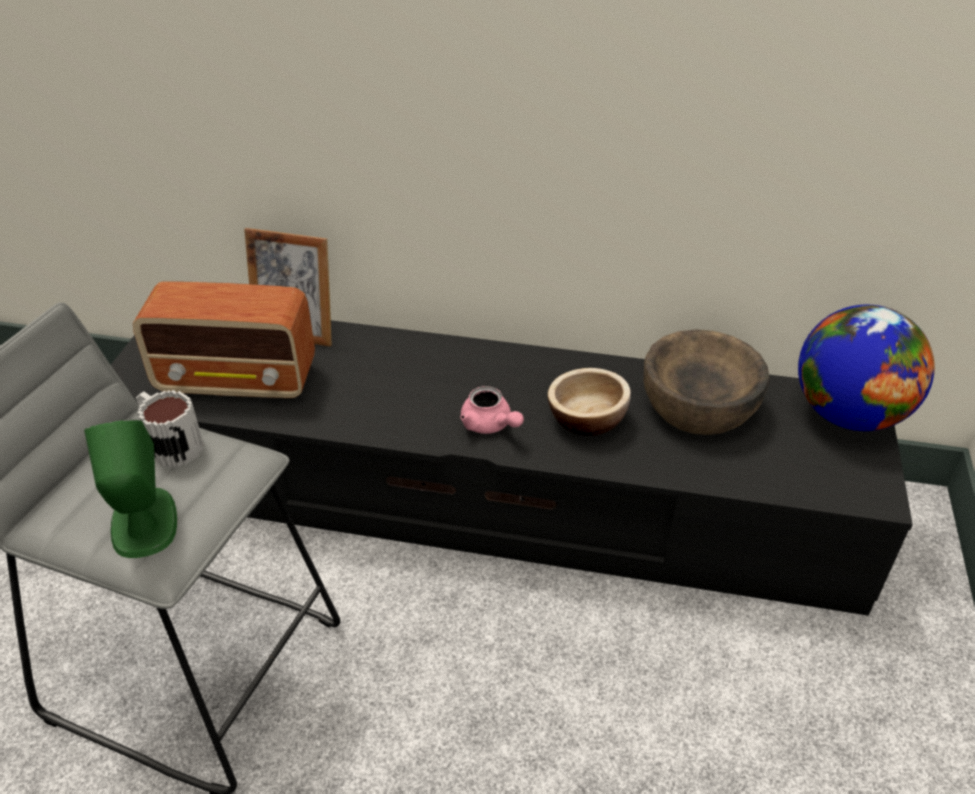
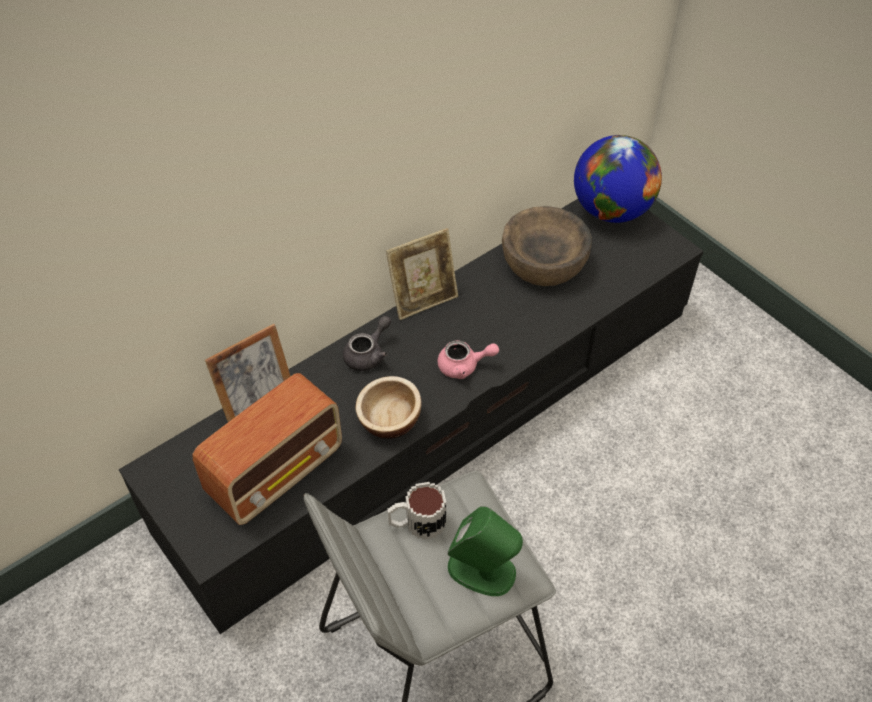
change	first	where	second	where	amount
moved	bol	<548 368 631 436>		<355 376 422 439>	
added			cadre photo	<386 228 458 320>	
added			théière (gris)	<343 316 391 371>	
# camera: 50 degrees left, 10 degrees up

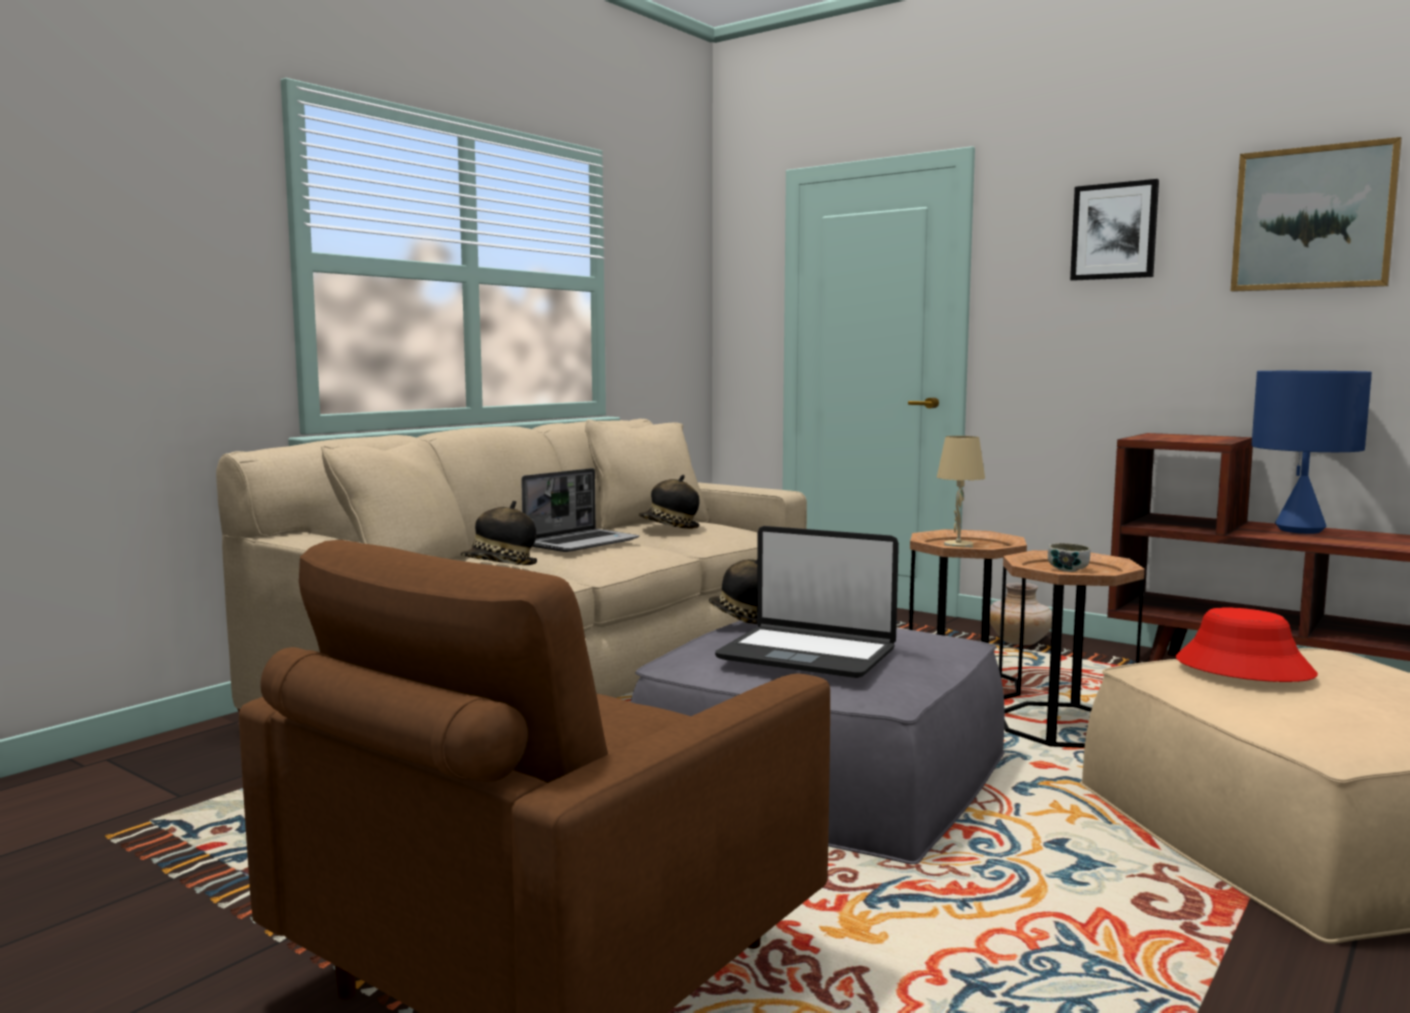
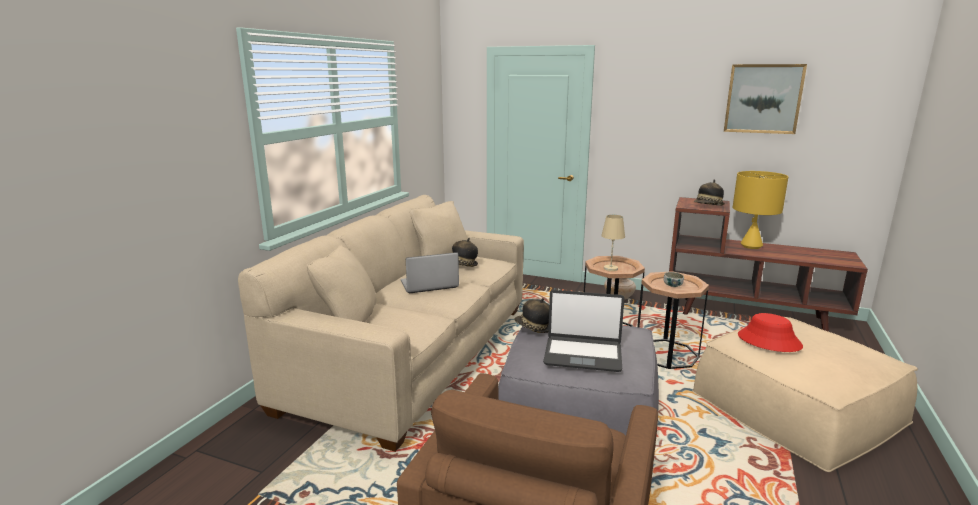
change	first	where	second	where	amount
removed	tableau	<1070 179 1159 281>			
recoloured	lampe de table (bleu)	<1251 371 1372 534>	lampe de table (jaune)	<733 171 788 249>	
turned	ordinateur portable	<521 468 639 552>		<401 252 459 293>	135 degrees counterclockwise
moved	chapeau	<461 501 537 565>		<694 180 725 206>	
# camera: 15 degrees left, 10 degrees up

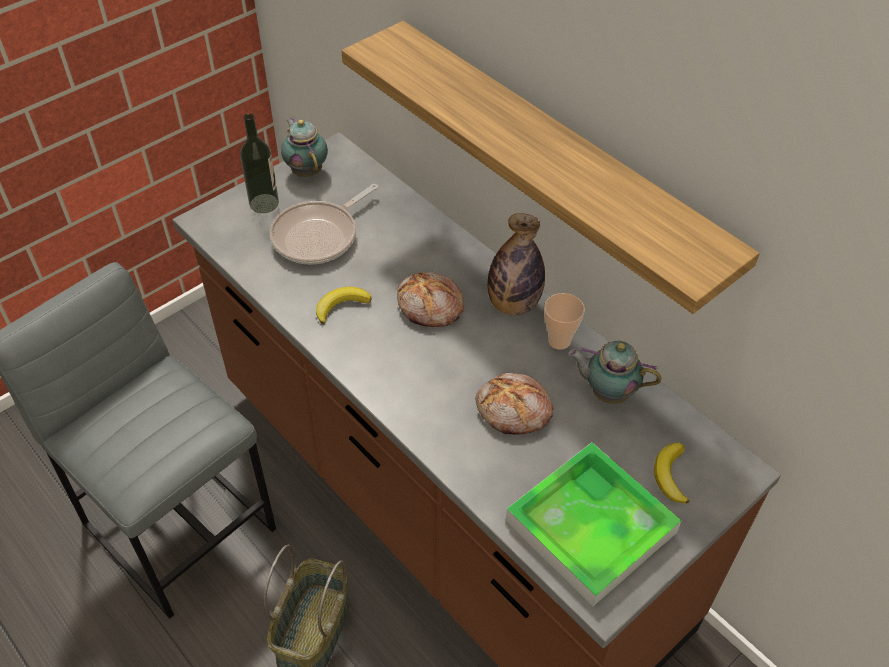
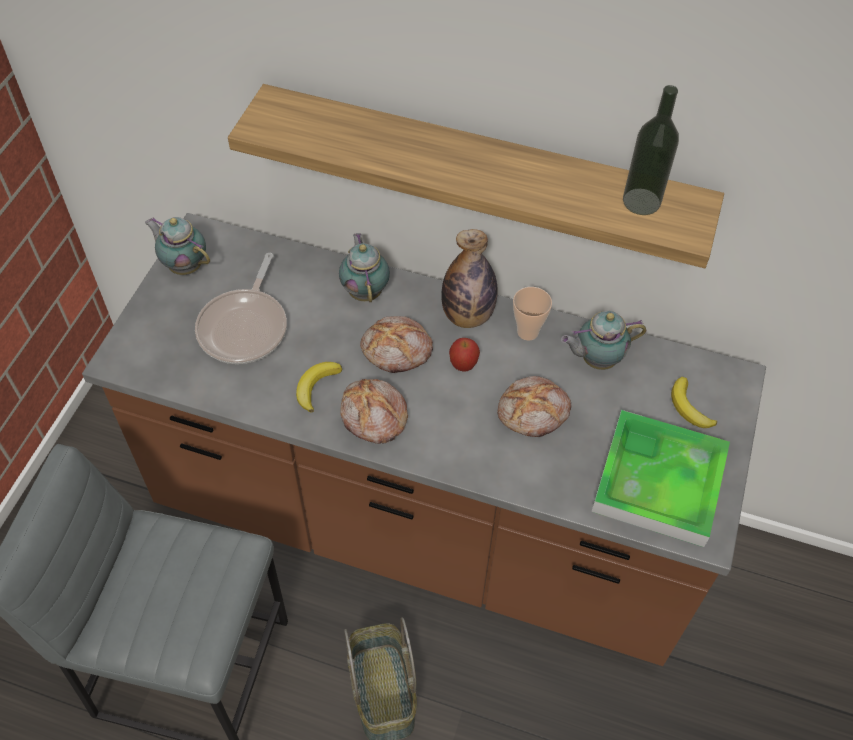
change	first	where	second	where	amount
moved	bouteille	<240 113 279 213>		<623 85 679 215>	
added			théière	<339 233 390 302>	
added			pomme	<449 338 480 372>	
added			pain	<340 379 408 444>	
# camera: 30 degrees left, 5 degrees up

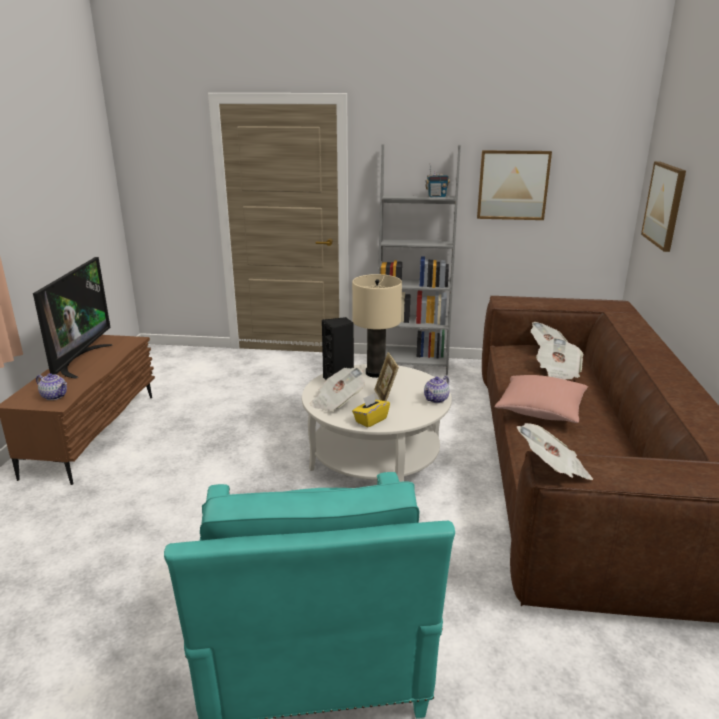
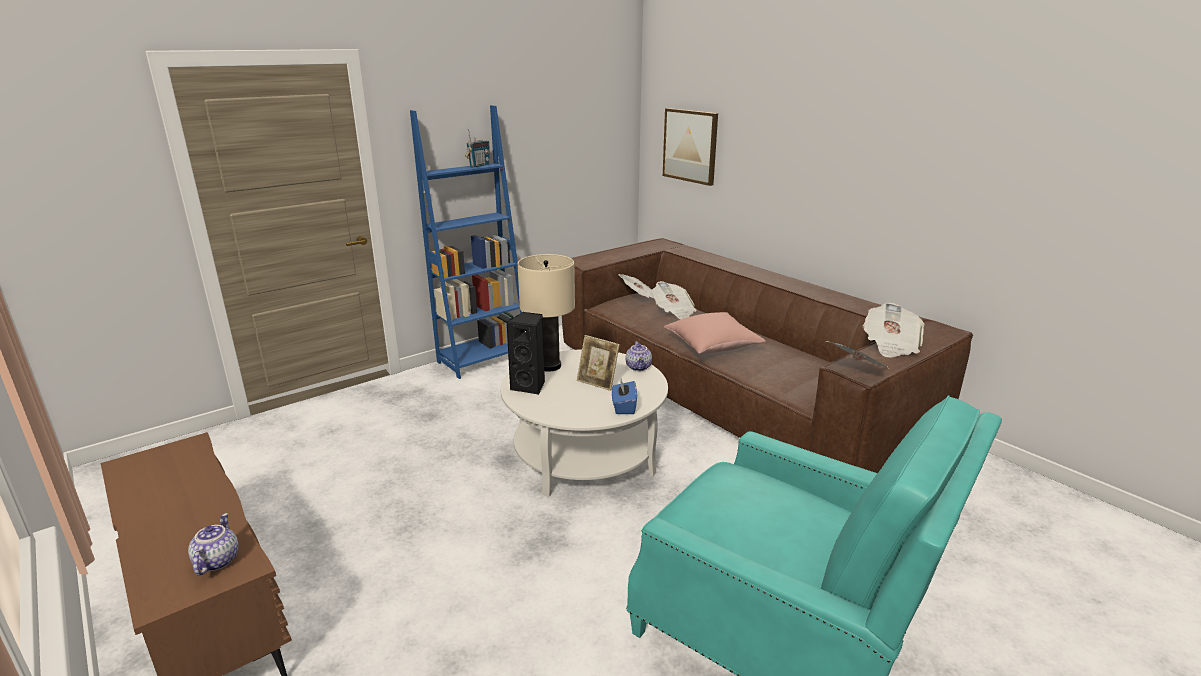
change	first	where	second	where	amount
recoloured	bibliothèque (gris)	<378 144 461 375>	bibliothèque (bleu)	<410 105 522 379>	
removed	tableau	<477 150 552 220>			
removed	téléviseur	<33 257 112 379>			
moved	journal	<310 367 365 412>		<863 303 924 358>	
turned	théière	<36 373 67 400>		<188 513 239 575>	75 degrees counterclockwise
recoloured	boîte à mouchoirs (jaune)	<352 394 390 428>	boîte à mouchoirs (bleu)	<612 379 637 414>	
# camera: 45 degrees left, 0 degrees up

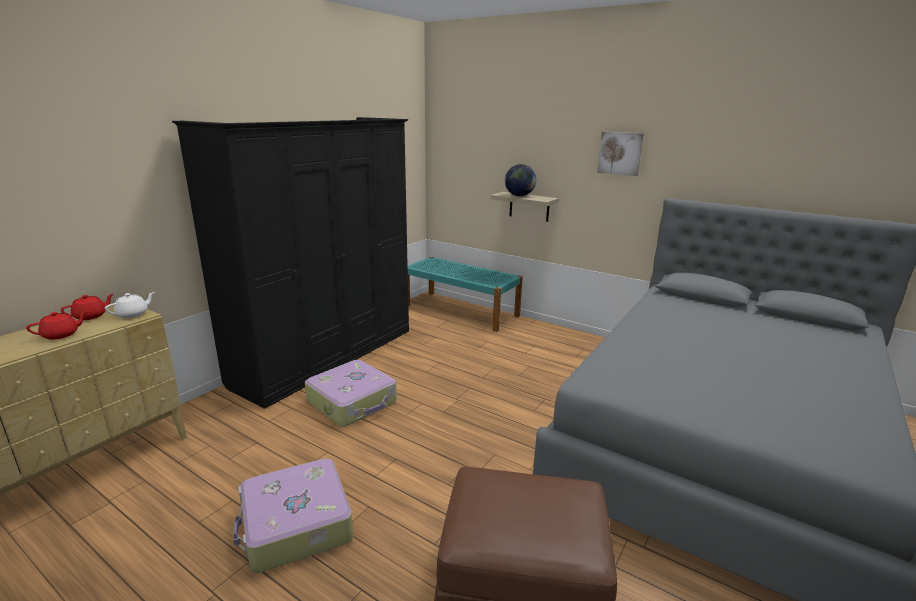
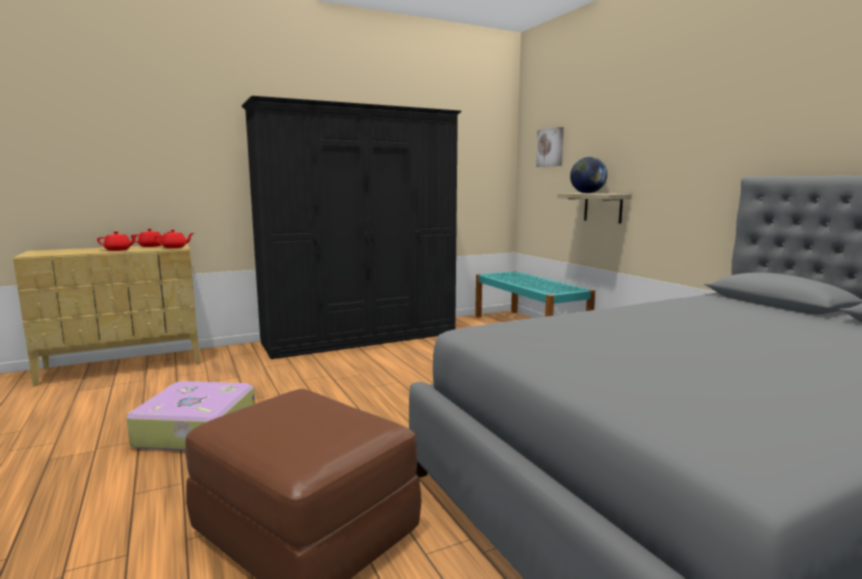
change	first	where	second	where	amount
moved	tableau	<597 132 644 176>		<536 127 564 167>	
recoloured	théière (blanc)	<105 292 155 318>	théière (rouge)	<154 230 194 248>	
removed	valise	<305 360 397 426>			
# camera: 30 degrees right, 10 degrees down

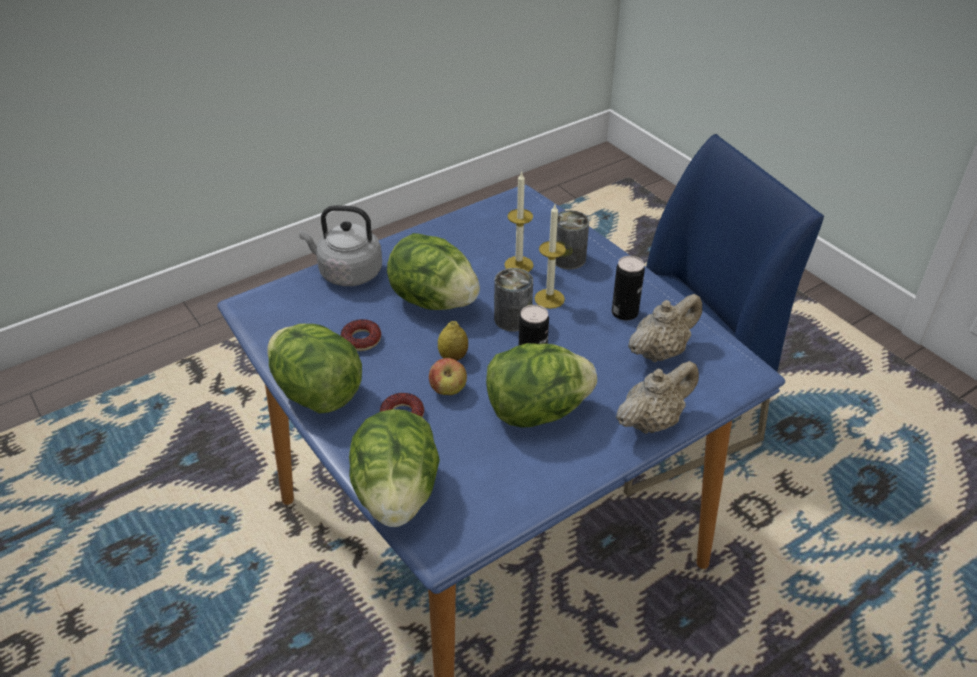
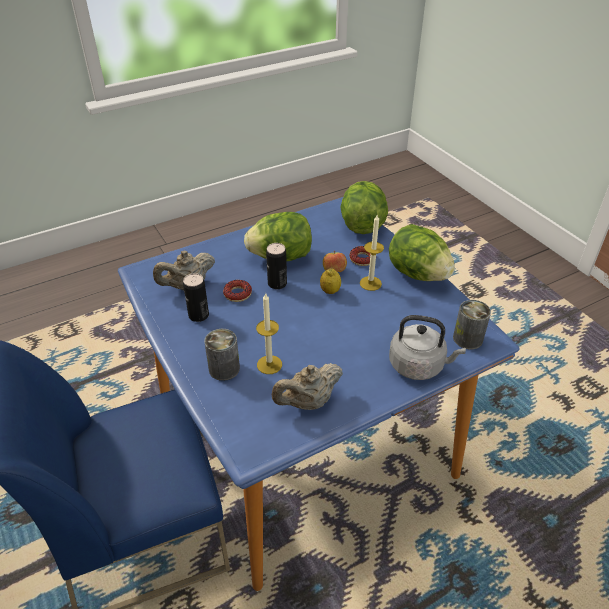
change	first	where	second	where	amount
moved	bougie	<534 205 566 309>		<360 215 384 291>	
removed	laitue	<387 233 480 310>			
moved	boîte métallique	<494 268 533 332>		<453 300 491 349>	
moved	beignet	<341 319 381 351>		<223 280 252 302>	
moved	théière (beige)	<616 361 699 434>		<272 363 343 410>	
# camera: 175 degrees left, 0 degrees up

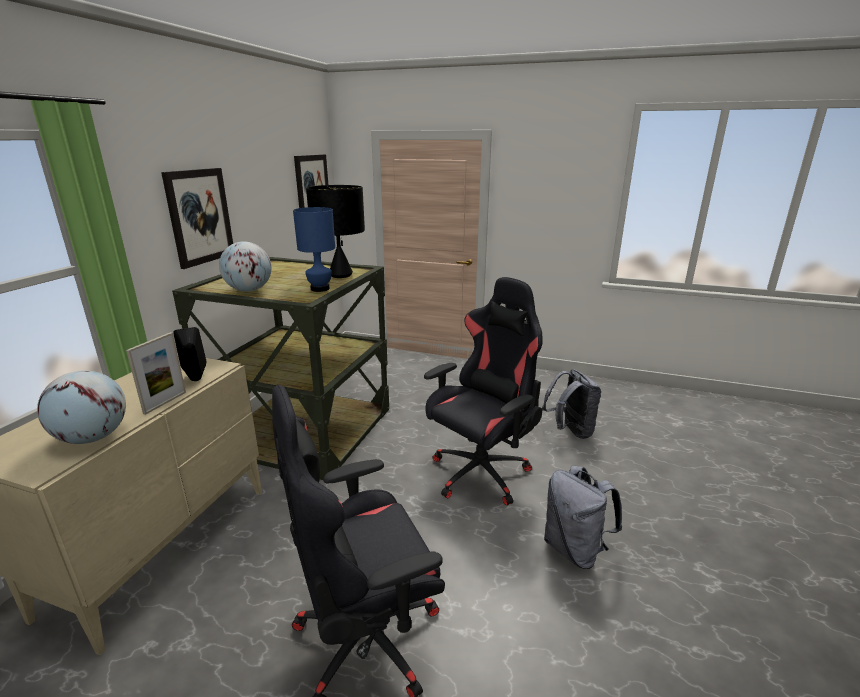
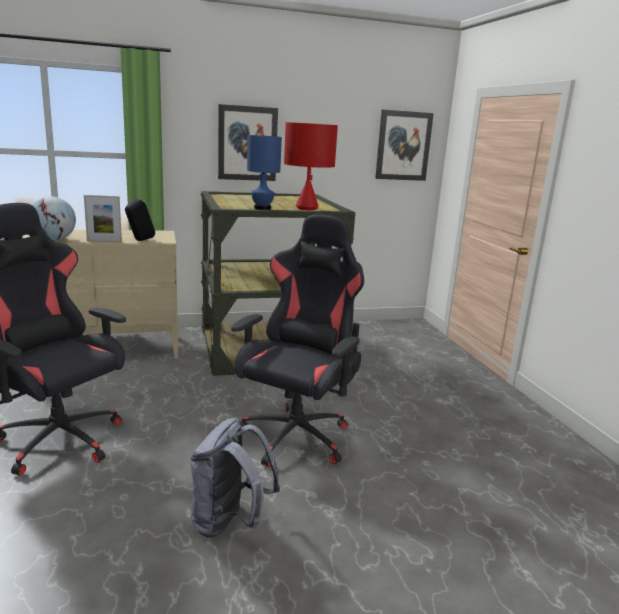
change	first	where	second	where	amount
recoloured	lampe de table (noir)	<306 185 365 278>	lampe de table (rouge)	<284 122 338 210>	
removed	globe	<219 241 271 292>			
turned	chaise de bureau (noir)	<424 277 542 505>		<231 214 364 467>	75 degrees counterclockwise
removed	sac à dos (gris)	<542 369 601 439>			
# camera: 55 degrees right, 5 degrees down

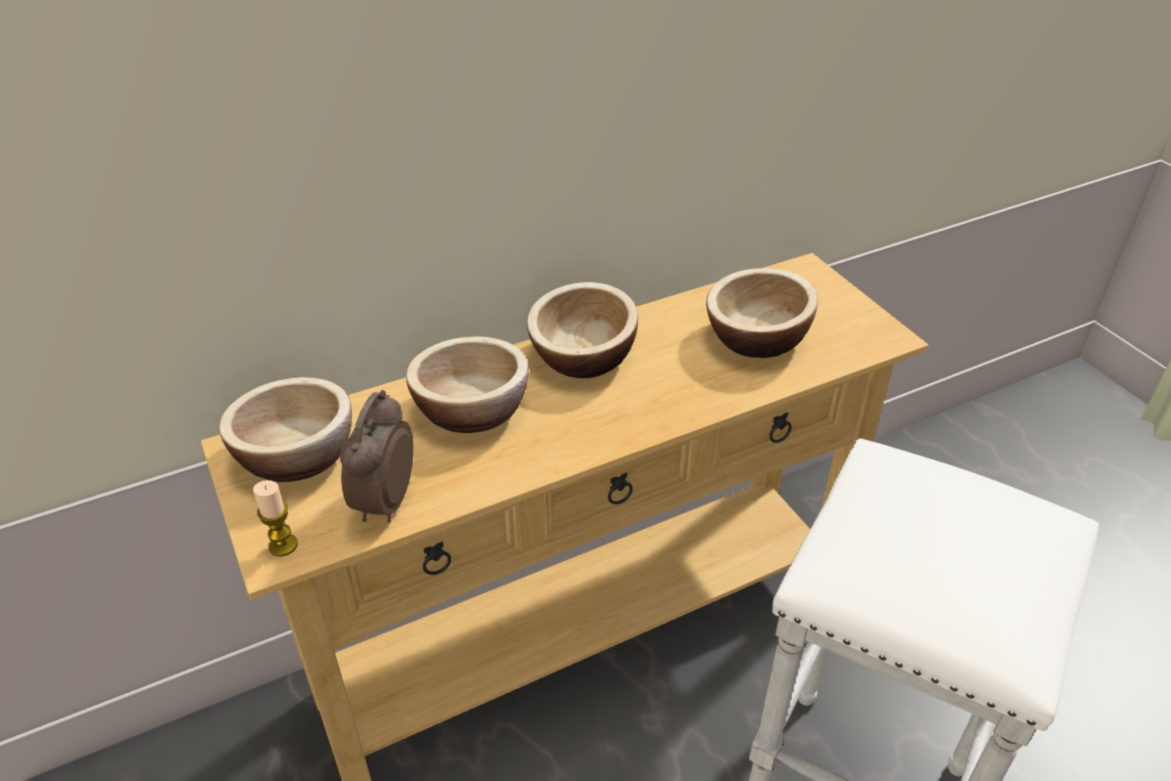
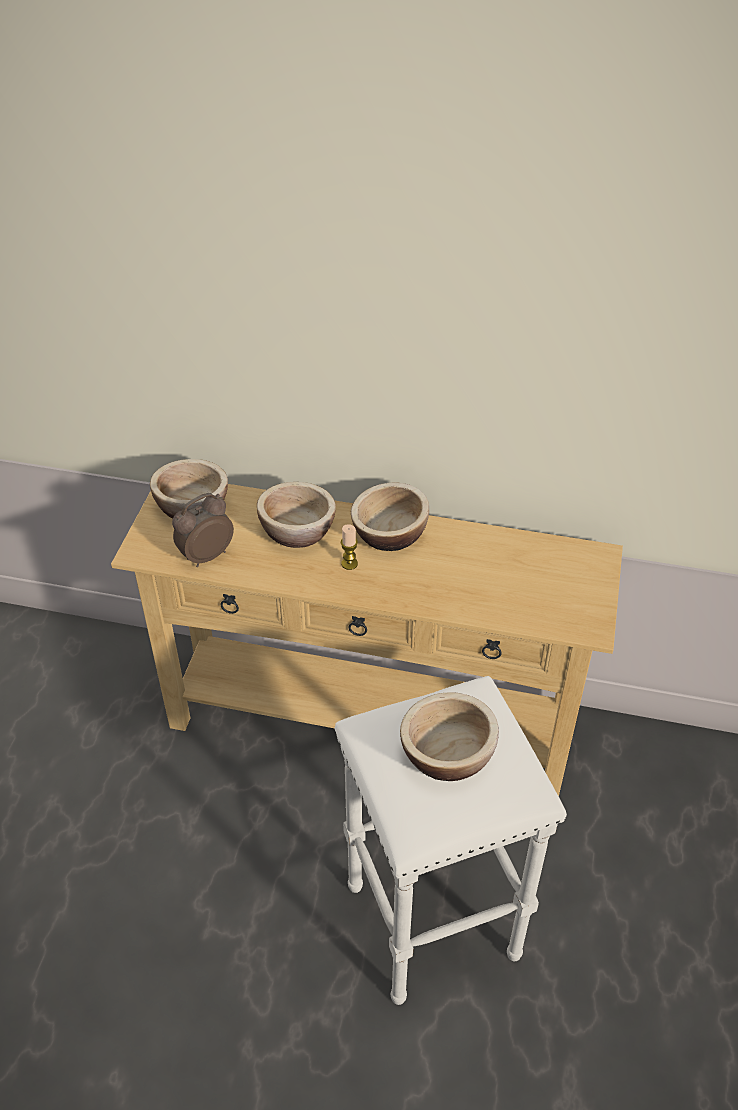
change	first	where	second	where	amount
moved	bol	<706 268 818 358>		<400 692 499 781>	
moved	bougie	<253 480 298 556>		<341 524 358 570>	
# camera: 40 degrees right, 5 degrees up

